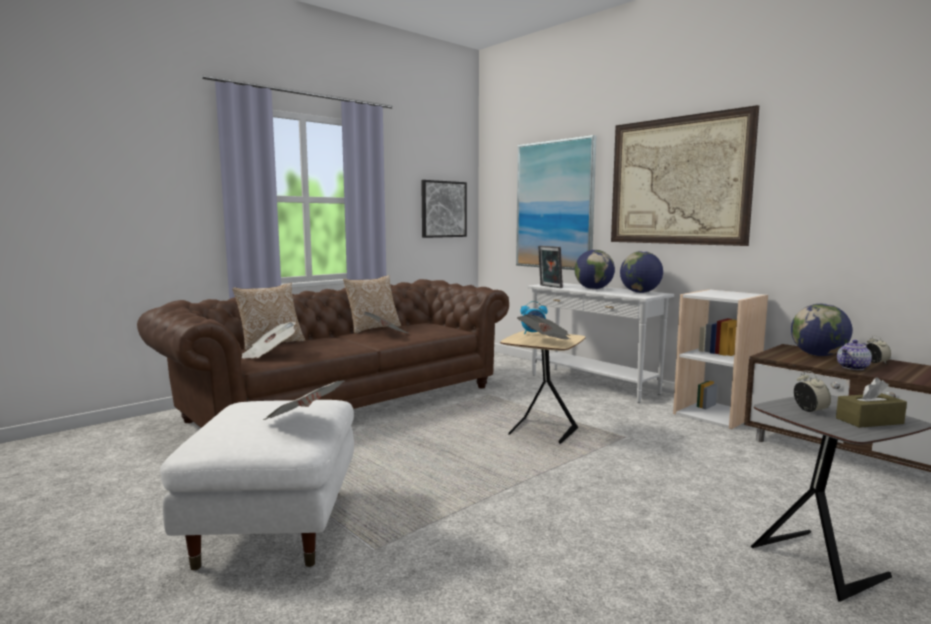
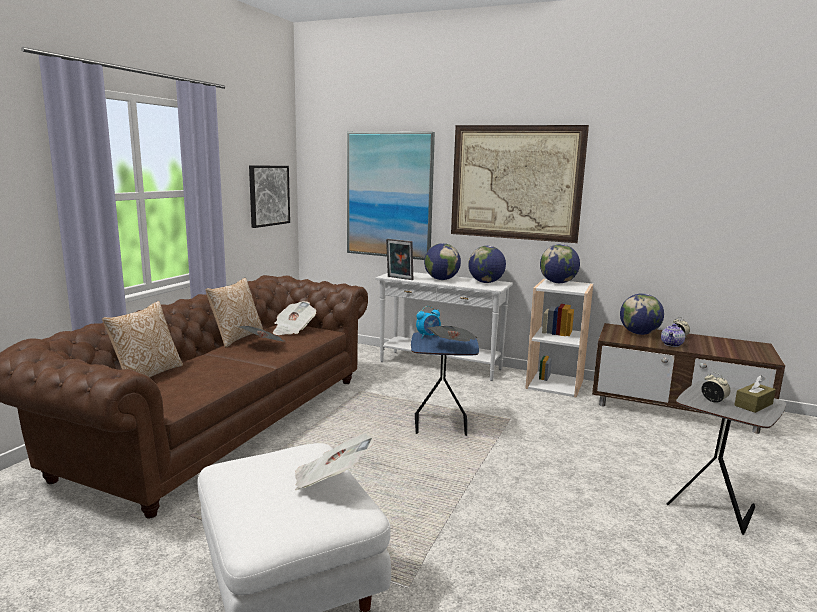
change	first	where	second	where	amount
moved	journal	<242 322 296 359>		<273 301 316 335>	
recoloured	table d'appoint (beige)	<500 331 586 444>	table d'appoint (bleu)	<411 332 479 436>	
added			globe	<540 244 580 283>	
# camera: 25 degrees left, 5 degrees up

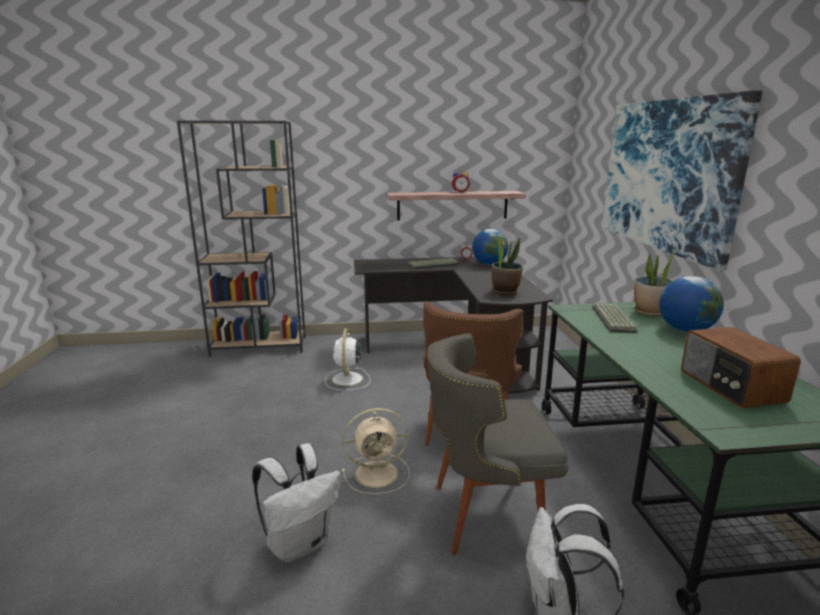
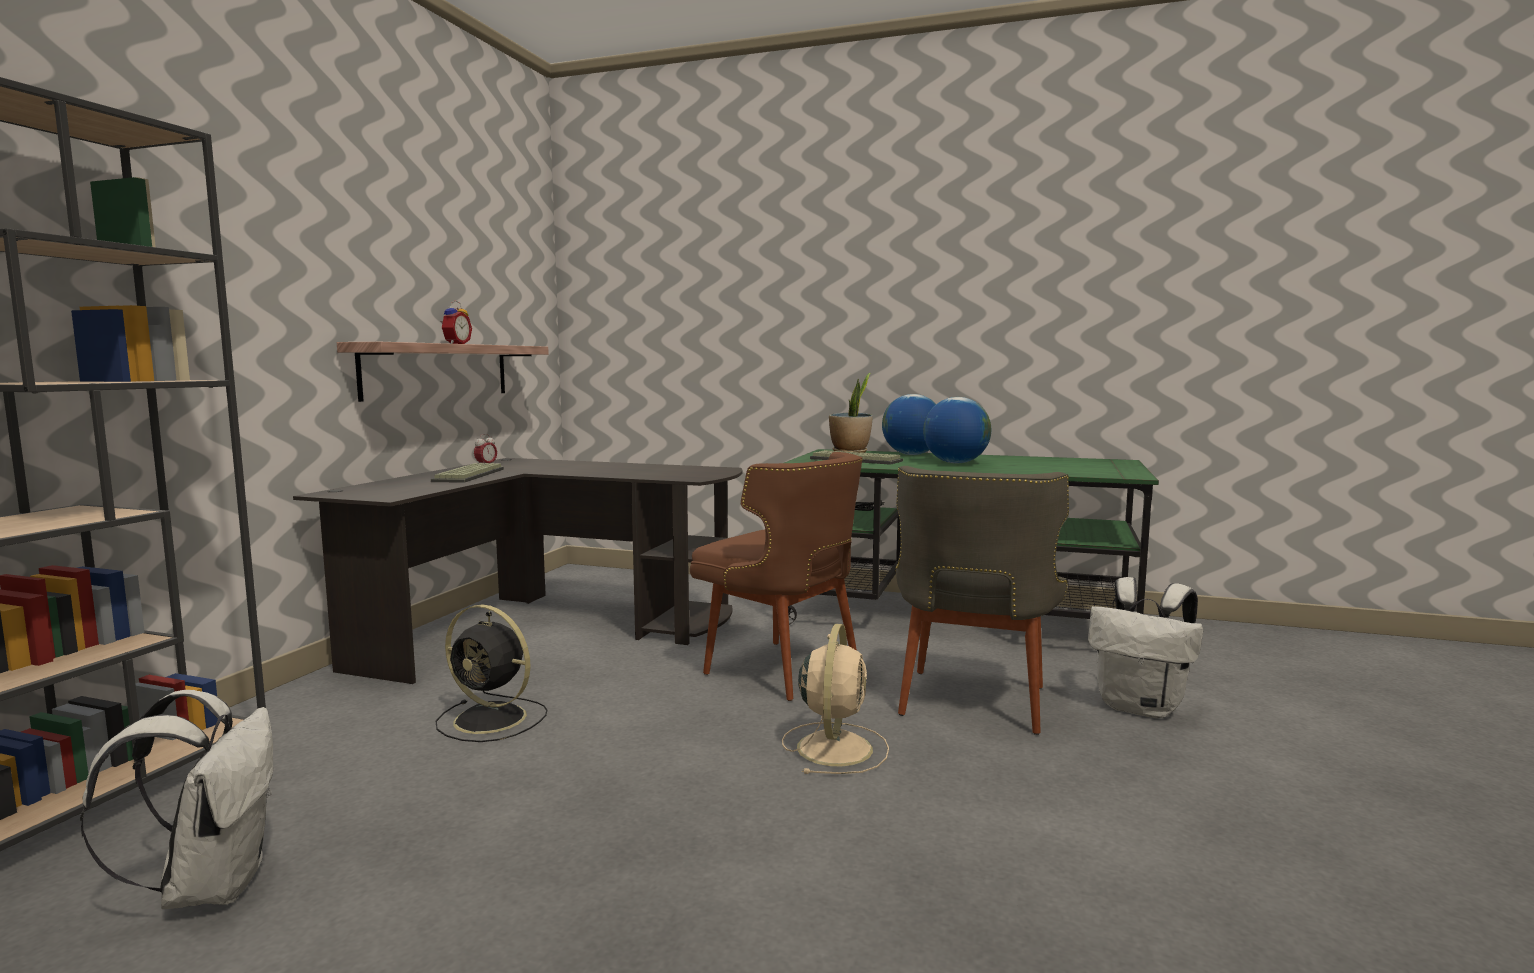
change	first	where	second	where	amount
removed	tableau	<602 90 763 271>			
moved	globe	<472 229 508 265>		<923 397 991 463>	
removed	plante en pot	<492 233 523 295>			
removed	radio	<681 327 801 408>			
recoloured	ventilateur (blanc)	<325 328 370 390>	ventilateur (noir)	<436 604 547 742>	
moved	sac à dos (blanc)	<252 443 341 562>		<80 690 273 909>	
# camera: 65 degrees left, 10 degrees down

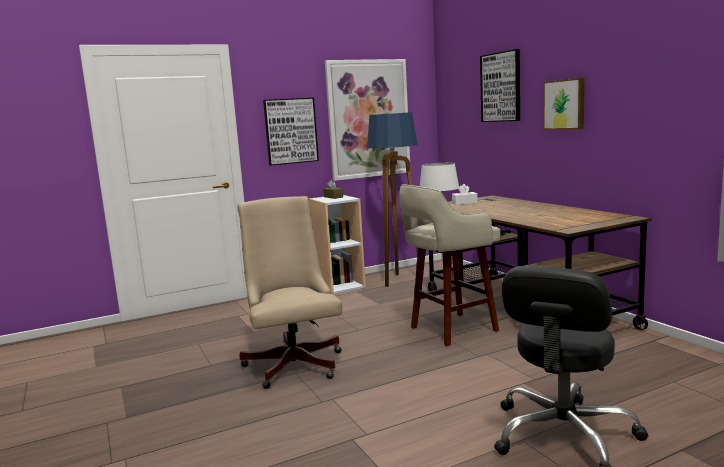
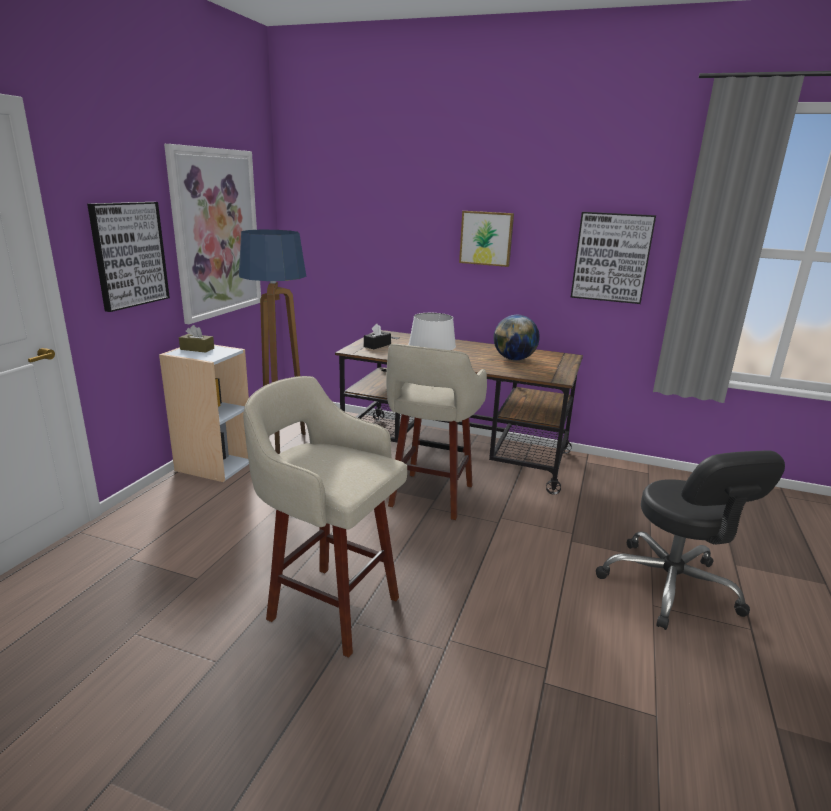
change	first	where	second	where	amount
moved	tableau	<480 49 520 122>		<571 212 656 304>	
recoloured	boîte à mouchoirs (blanc)	<452 184 478 205>	boîte à mouchoirs (noir)	<364 324 391 349>	
replaced	chaise de bureau (beige)	<237 196 342 389>	tabouret (beige)	<243 376 407 658>	
added			globe	<494 315 540 360>	
# camera: 45 degrees left, 10 degrees up

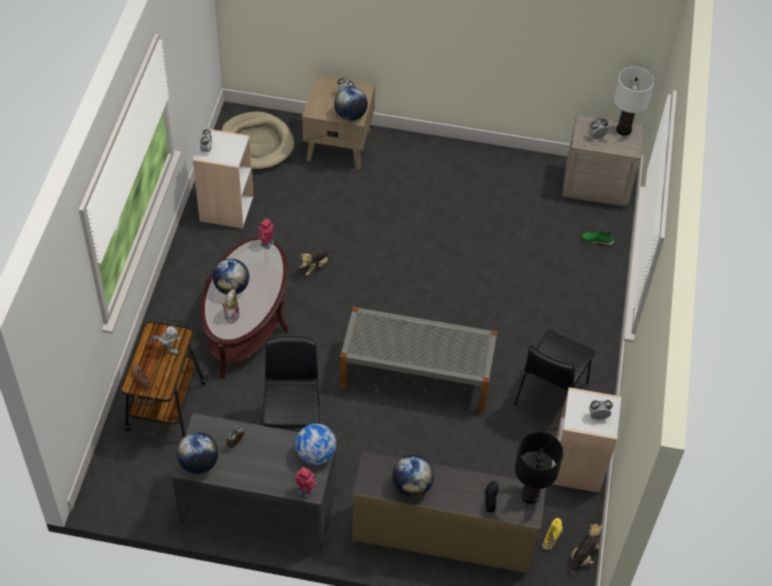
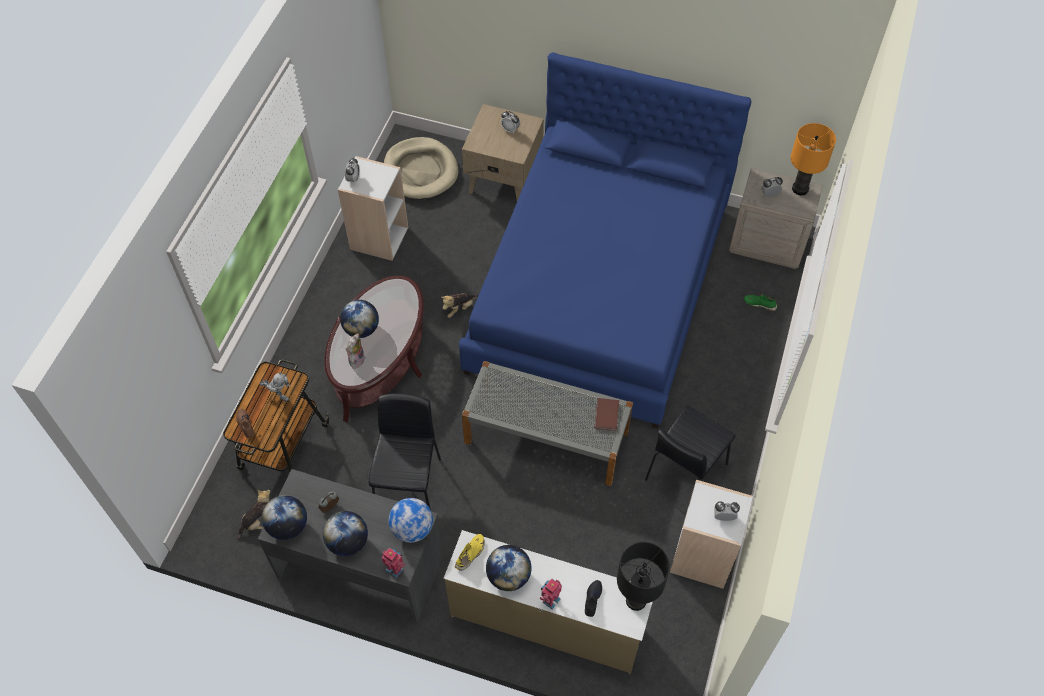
change	first	where	second	where	amount
recoloured	lampe de table (blanc)	<614 67 654 135>	lampe de table (orange)	<791 123 836 195>	
moved	globe	<334 87 368 121>		<323 511 368 556>	
moved	robot jouet	<258 218 274 249>		<540 579 562 609>	
recoloured	commode (noir)	<352 451 546 575>	commode (blanc)	<444 530 652 675>	
moved	chaussure (jaune)	<542 518 563 550>		<455 534 485 571>	
moved	peluche	<570 524 603 577>		<237 490 270 541>	
added			lit (bleu)	<459 52 751 428>	
added			livre (marron)	<594 398 619 431>	
# camera: 10 degrees right, 5 degrees up

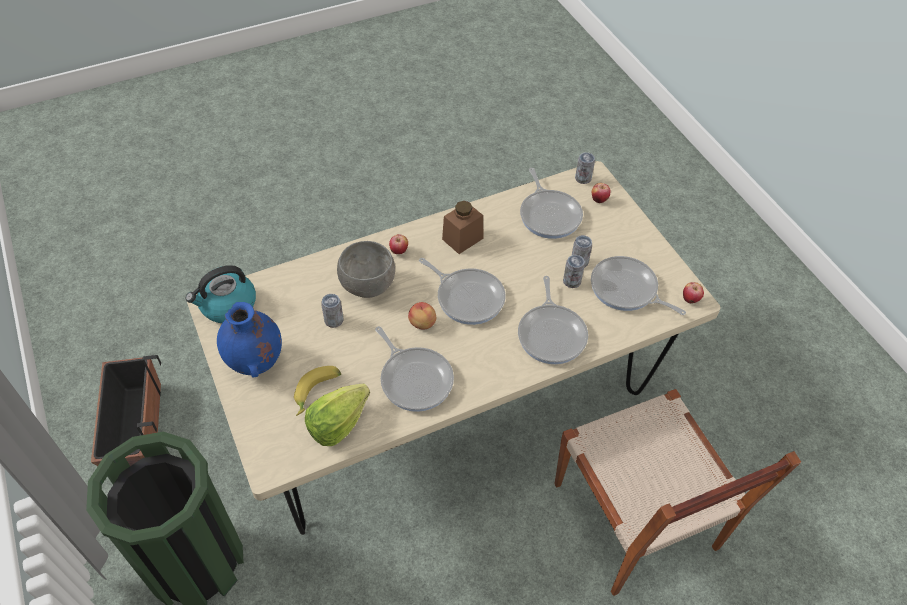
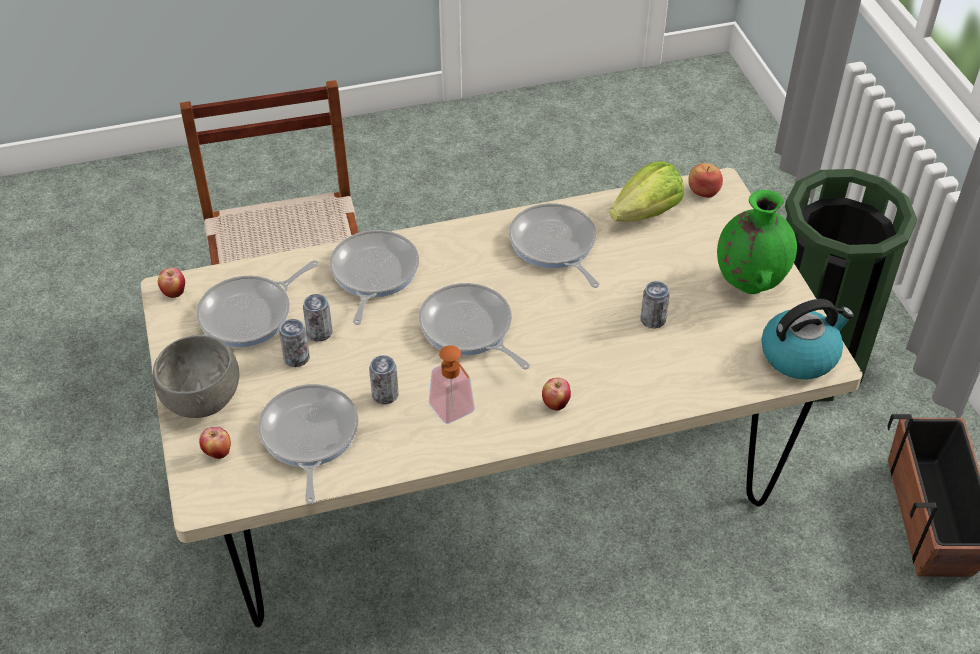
change	first	where	second	where	amount
moved	boîte métallique	<575 152 595 184>		<369 355 399 404>	
replaced	bocal (marron)	<442 201 484 254>	distributeur de savon	<429 346 475 424>	
moved	bol (gris)	<337 241 395 298>		<153 335 239 418>	
turned	poêle	<591 256 686 315>		<196 260 319 348>	90 degrees clockwise
recoloured	vase (bleu)	<217 302 282 378>	vase (vert)	<717 190 797 294>	
moved	pomme	<408 302 436 329>		<688 163 723 198>	
removed	banane	<294 366 341 416>			
# camera: 170 degrees left, 5 degrees down

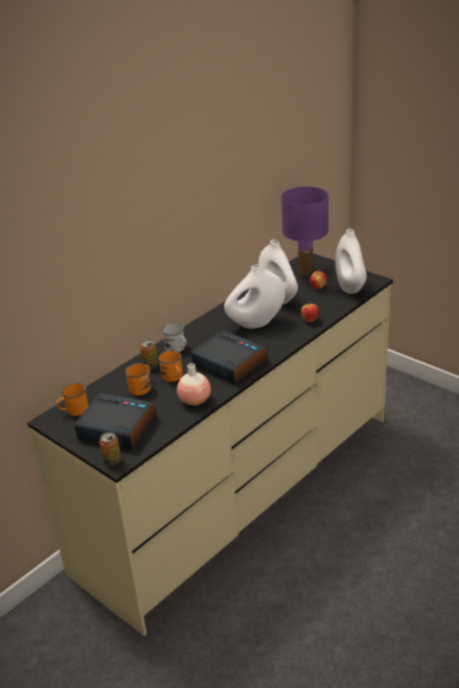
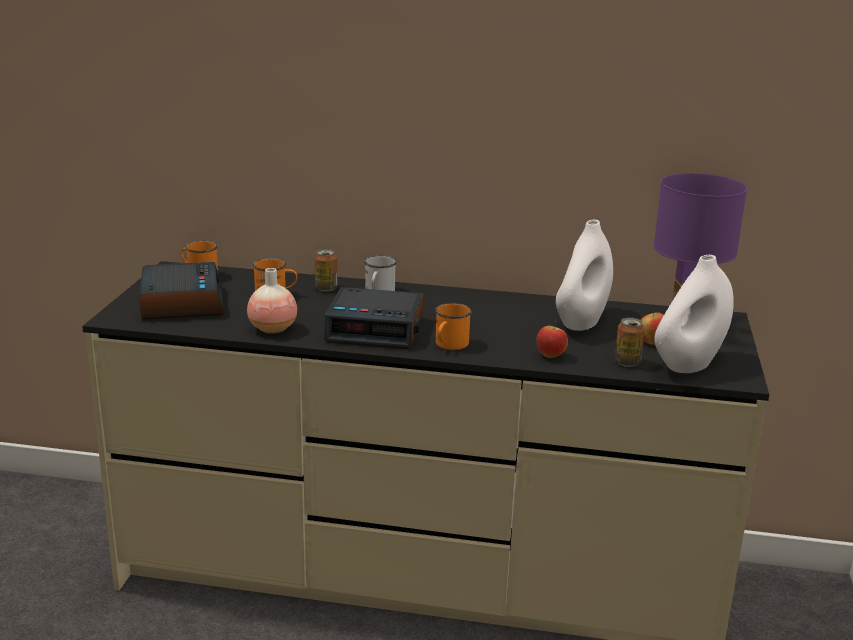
change	first	where	second	where	amount
removed	vase (blanc)	<224 264 285 329>			
turned	réveil	<191 330 268 384>		<324 287 424 349>	90 degrees clockwise
moved	mug (orange)	<158 350 183 382>		<435 303 472 350>	
moved	boîte métallique	<99 432 121 466>		<615 317 645 367>	
# camera: 55 degrees right, 10 degrees down

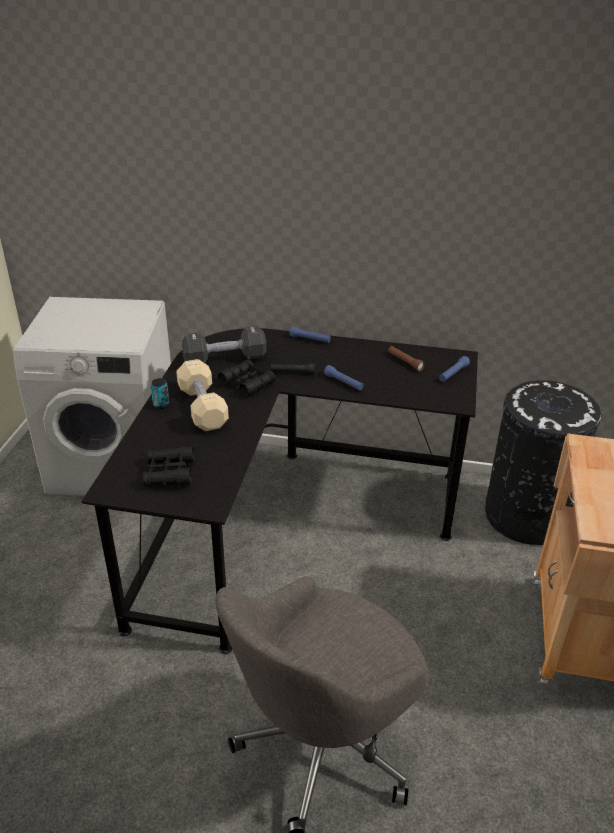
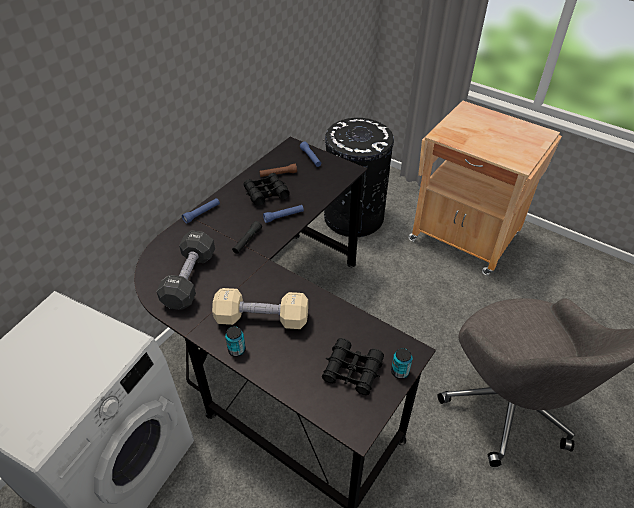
change	first	where	second	where	amount
moved	jumelles (noir)	<218 359 275 396>		<243 173 290 206>	
added			boîte métallique	<391 348 412 379>	
# camera: 65 degrees left, 10 degrees up

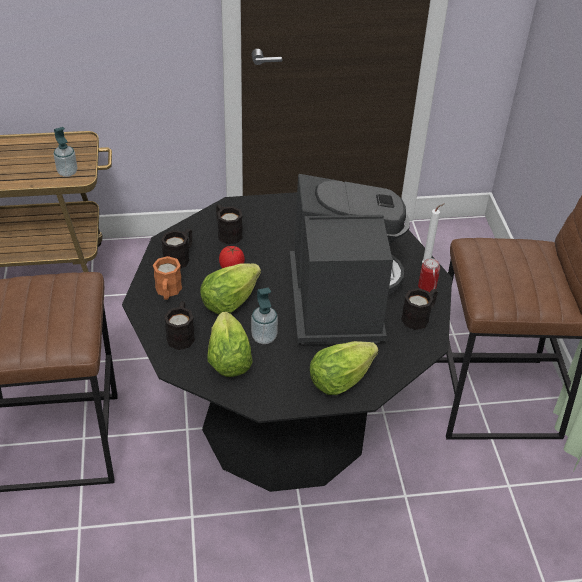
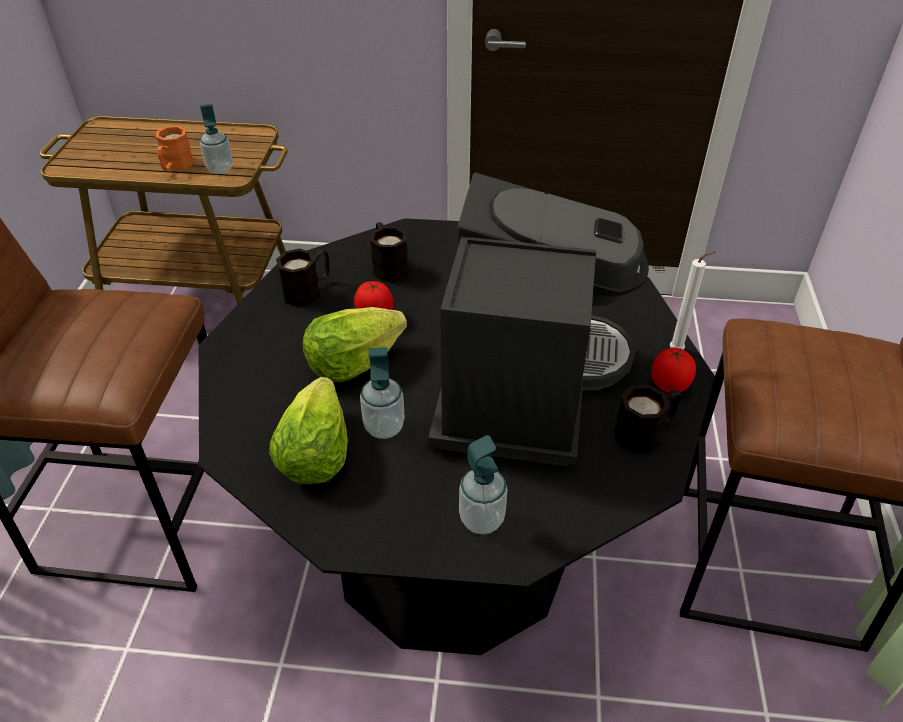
change	first	where	second	where	amount
moved	mug (orange)	<153 256 182 300>		<156 126 193 171>	
replaced	boîte métallique	<418 258 440 292>	tomate	<651 347 696 393>	
removed	mug (noir)	<164 301 195 350>			
replaced	laitue	<310 341 378 395>	distributeur de savon	<459 435 508 534>	
# camera: 15 degrees right, 0 degrees up

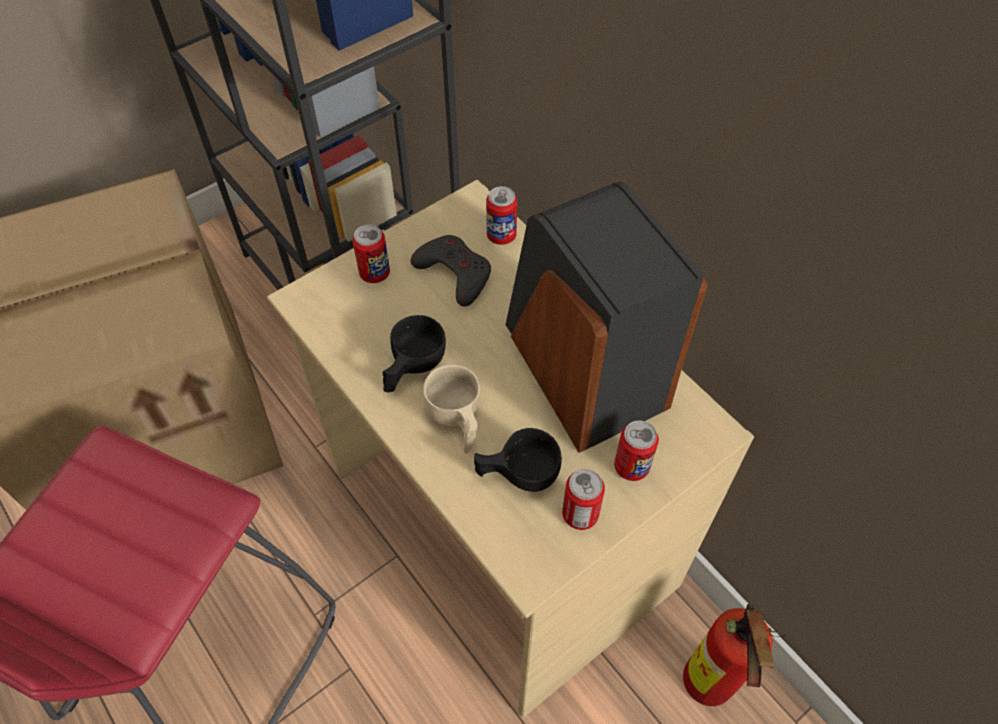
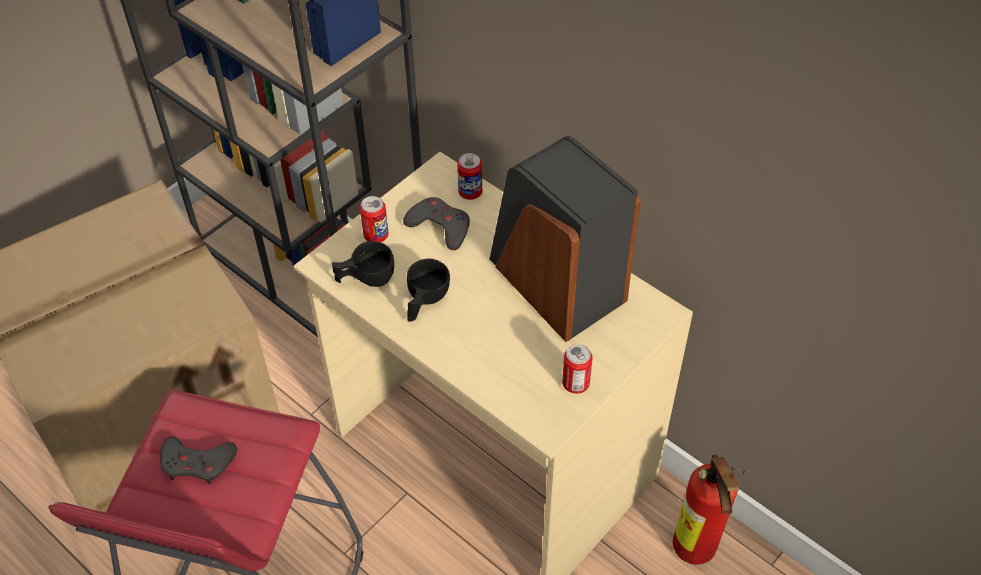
change	first	where	second	where	amount
removed	tasse (beige)	<423 365 480 454>			
removed	boîte métallique	<614 420 659 481>			
moved	tasse (noir)	<474 428 562 492>		<332 241 394 287>	
added			manette (gris)	<160 436 237 484>	
# camera: 10 degrees left, 5 degrees down

